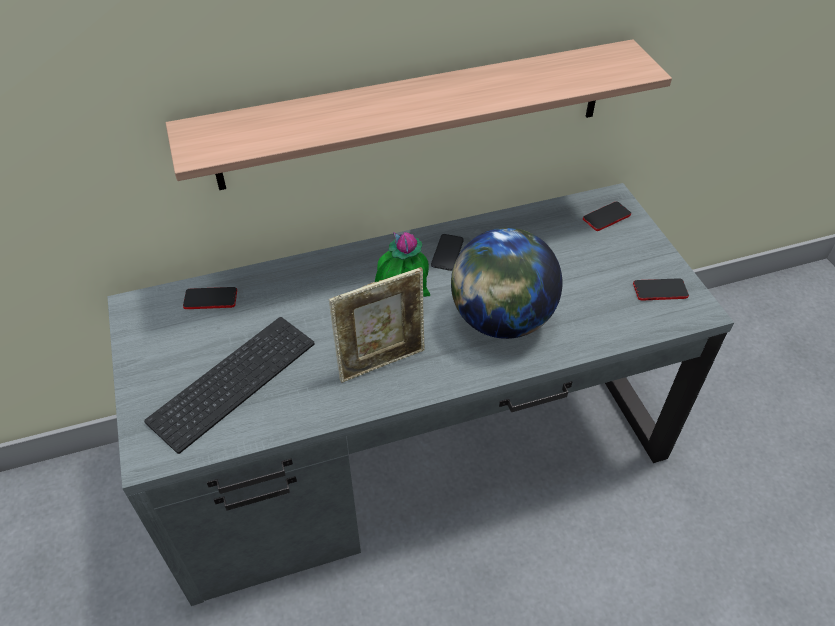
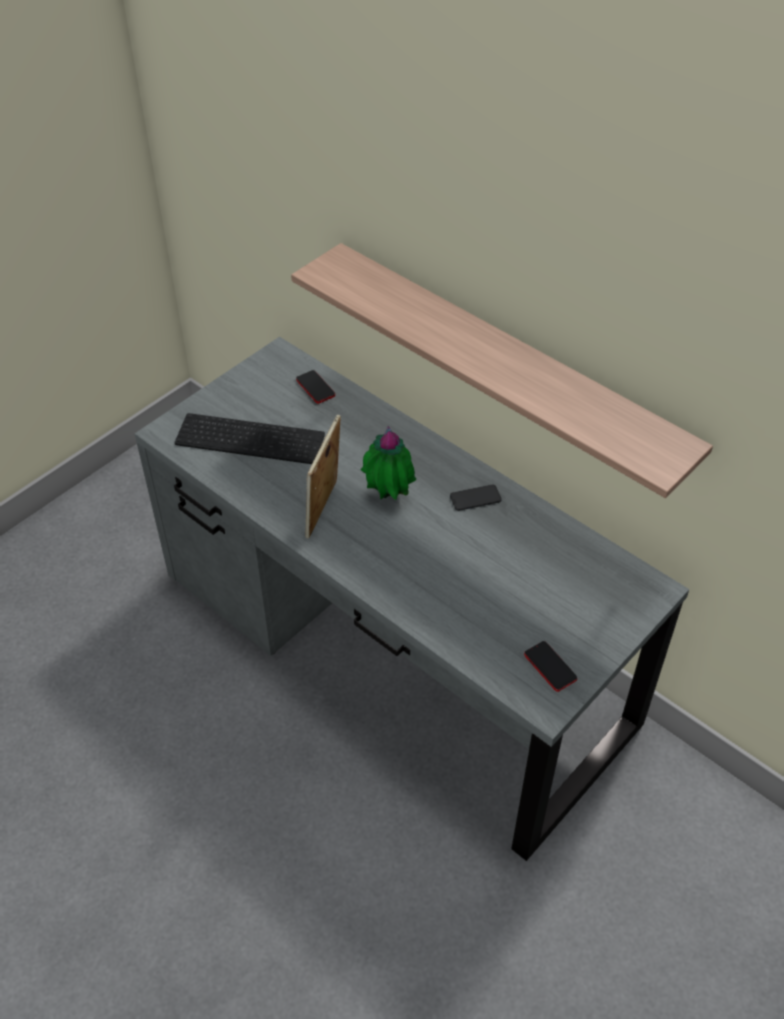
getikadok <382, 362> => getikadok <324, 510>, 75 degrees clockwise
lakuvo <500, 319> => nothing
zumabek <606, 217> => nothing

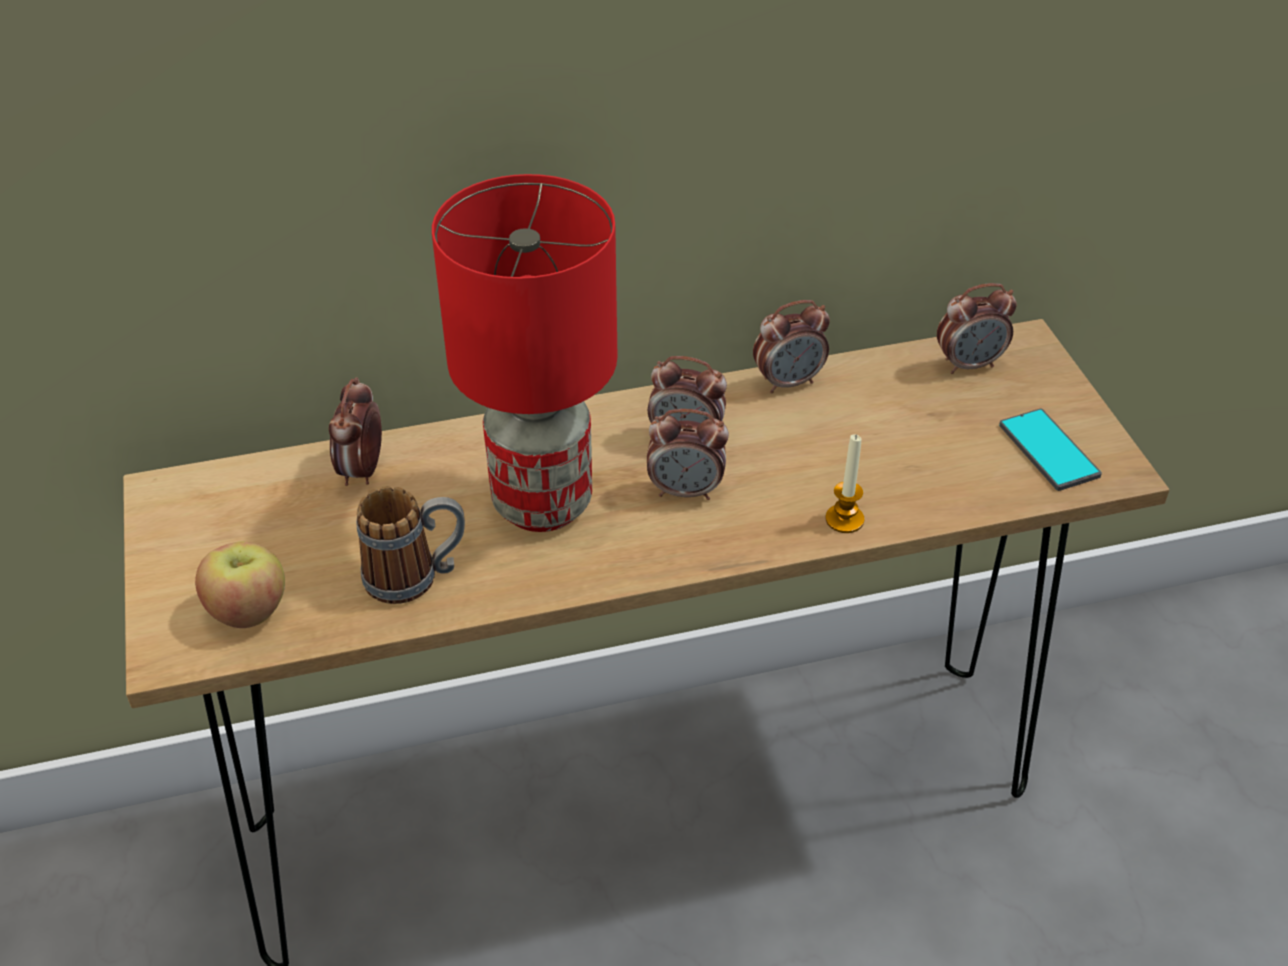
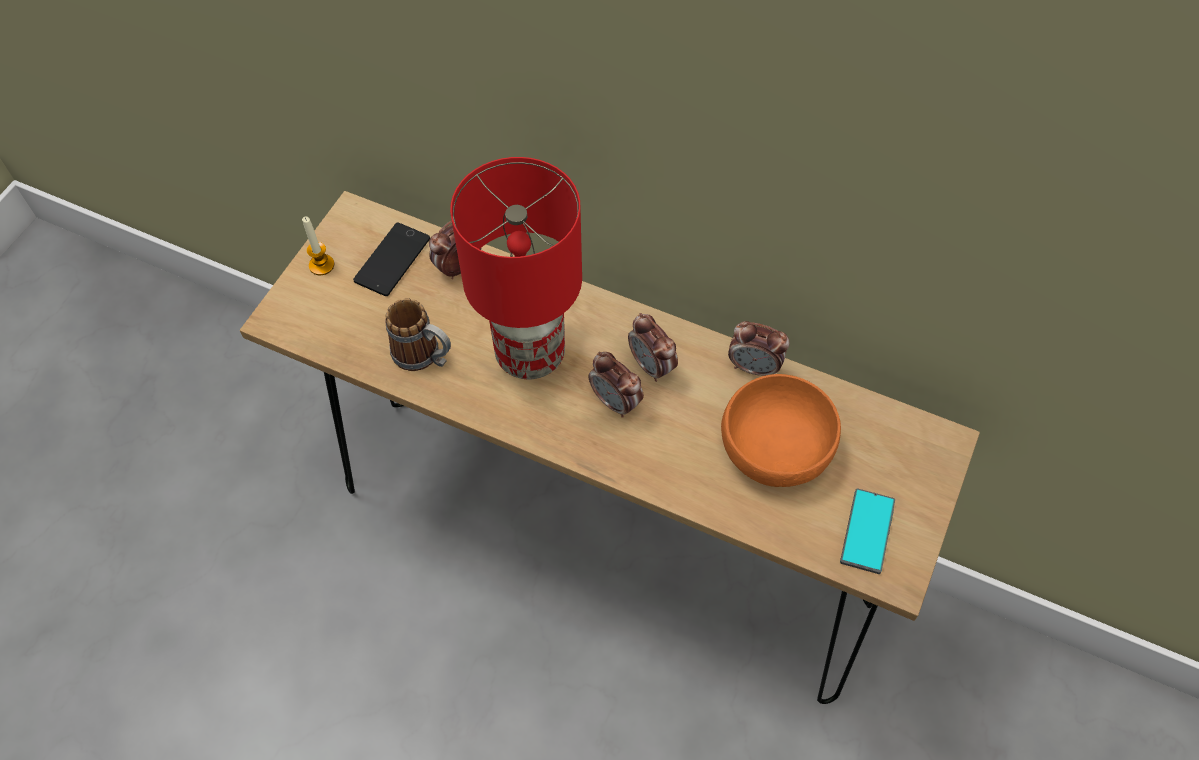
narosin <249, 610> => nothing
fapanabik <844, 519> => fapanabik <321, 265>, relocated
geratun <969, 364> => nothing
nothing => zumabek <392, 260>
nothing => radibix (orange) <776, 446>

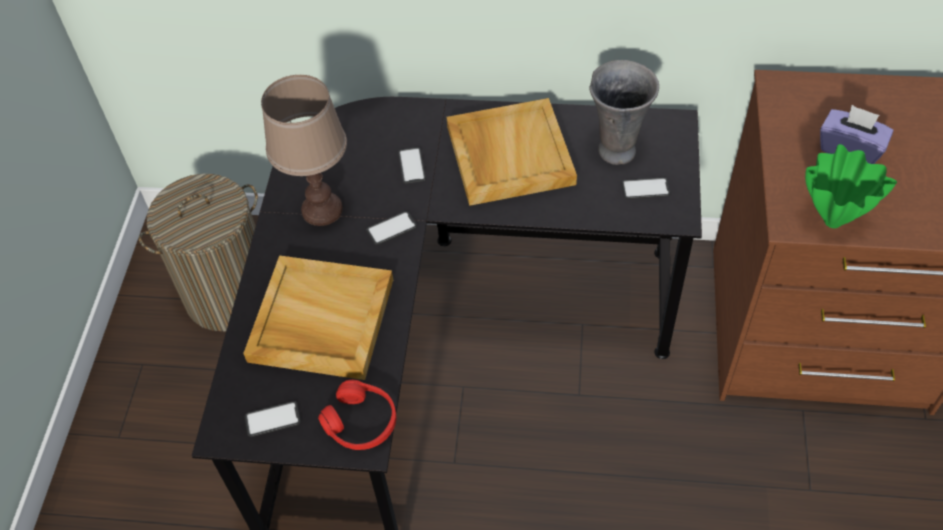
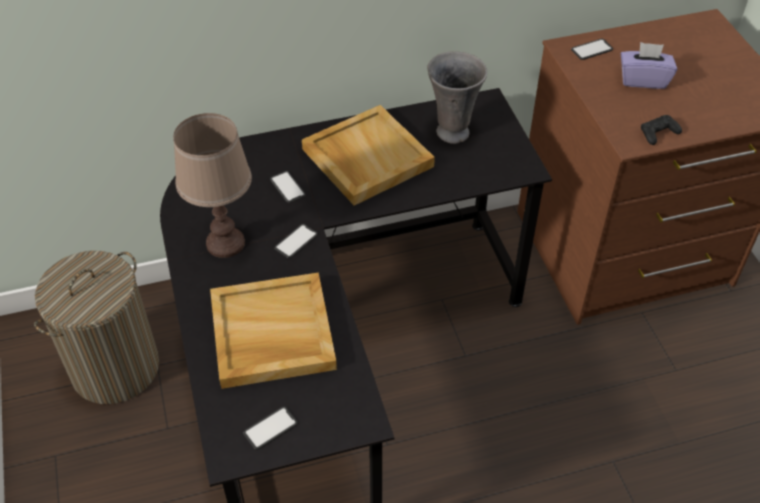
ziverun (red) <361, 422> => nothing
zumabek <645, 189> => zumabek <591, 50>, relocated
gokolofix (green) <831, 221> => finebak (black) <658, 133>

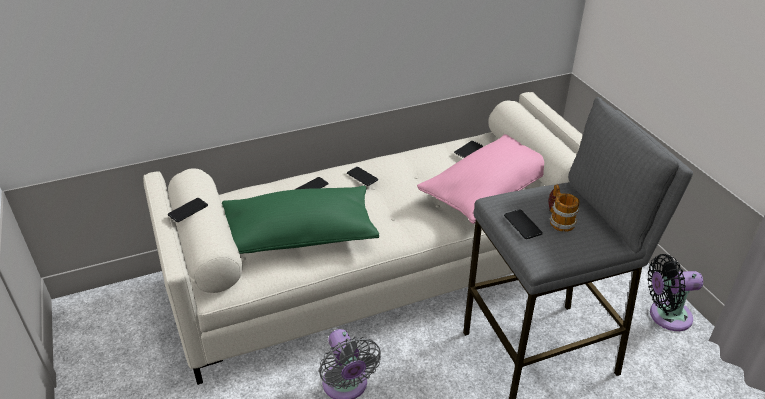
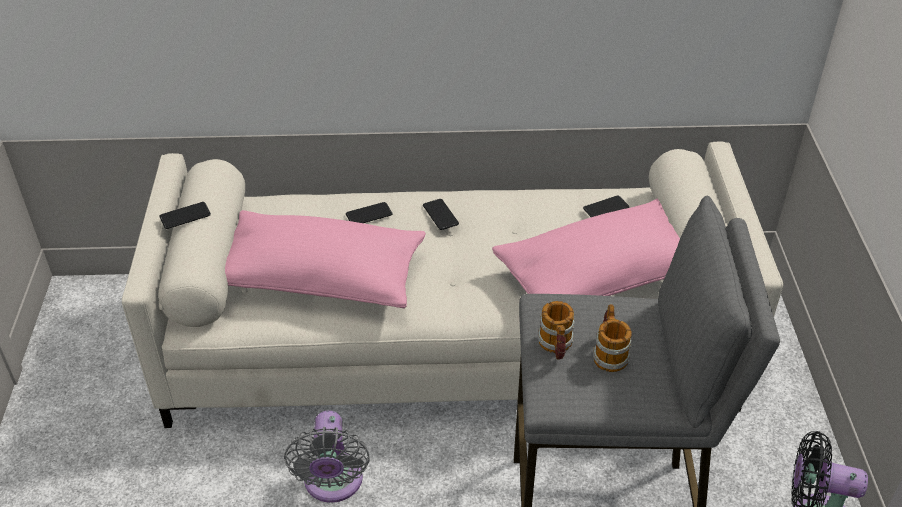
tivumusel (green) <300, 236> => tivumusel (pink) <321, 278>
zumabek <522, 225> => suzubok <556, 346>

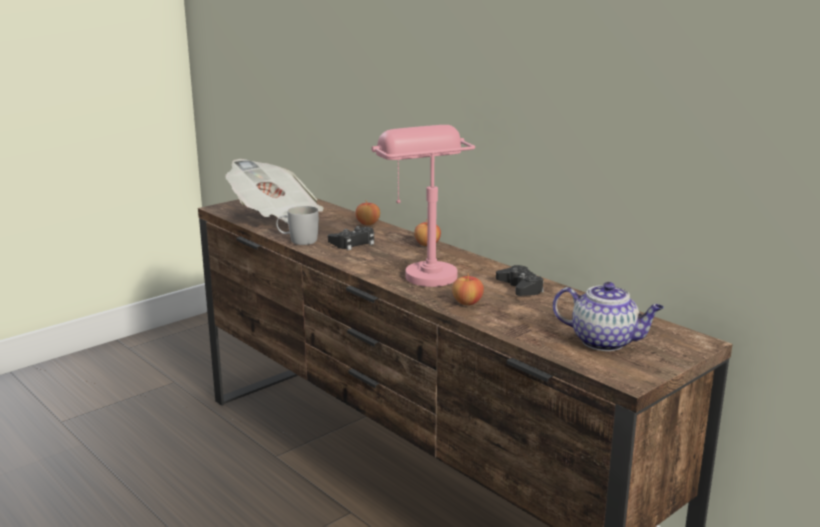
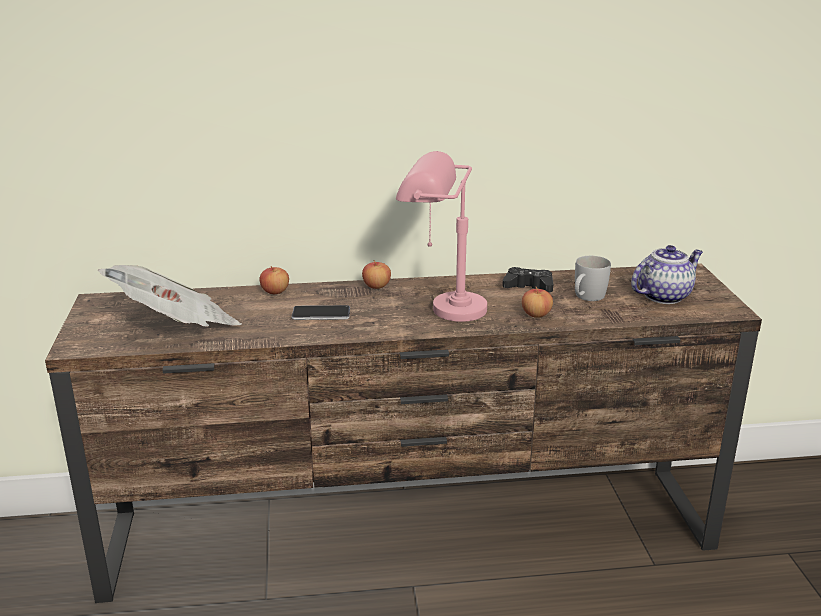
suzubok (white) <298, 241> => suzubok (white) <586, 297>, relocated
finebak (black) <353, 243> => zumabek <321, 314>

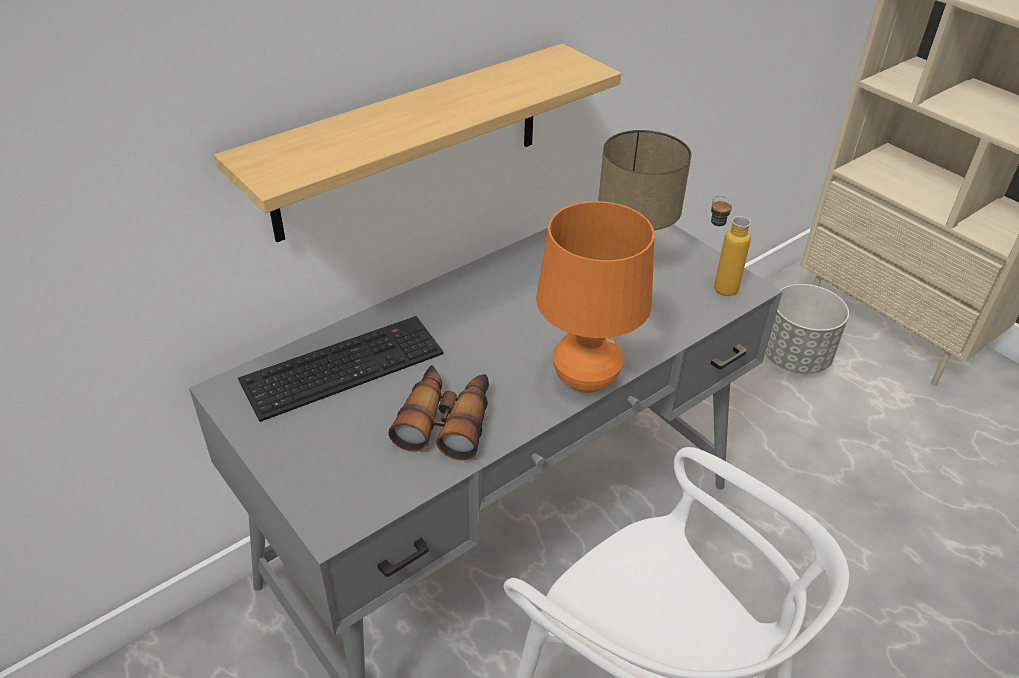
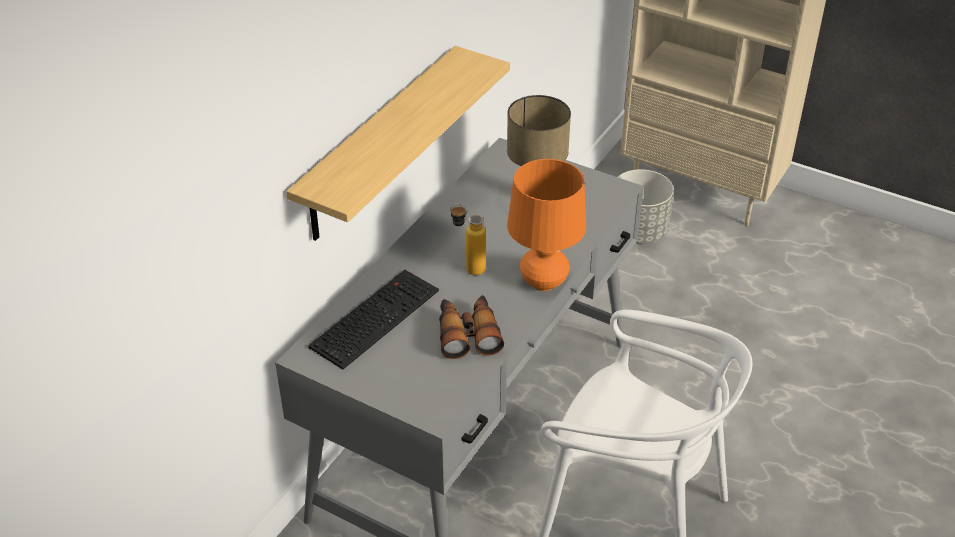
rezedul <716, 285> => rezedul <468, 267>, relocated

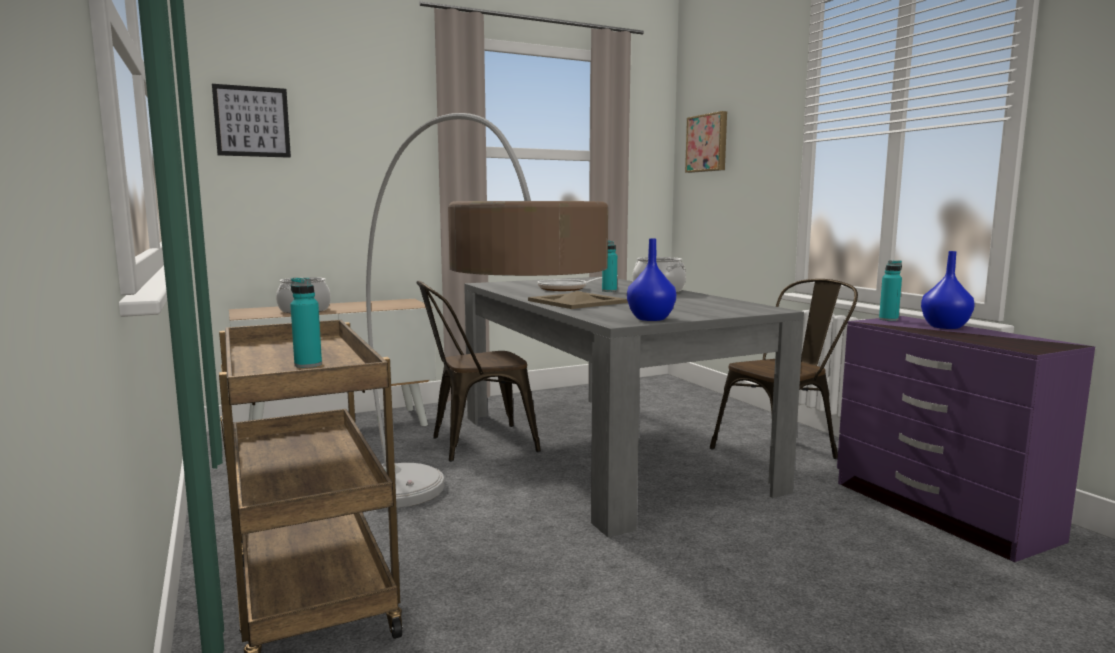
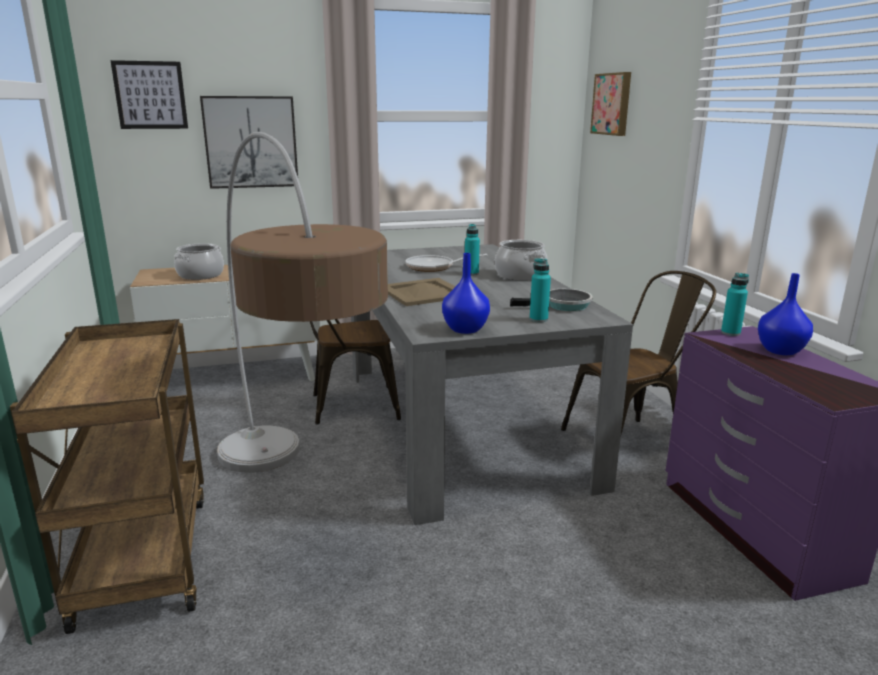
rezedul (turquoise) <308, 365> => rezedul (turquoise) <538, 319>, relocated
nothing => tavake <251, 142>
nothing => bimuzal <563, 306>

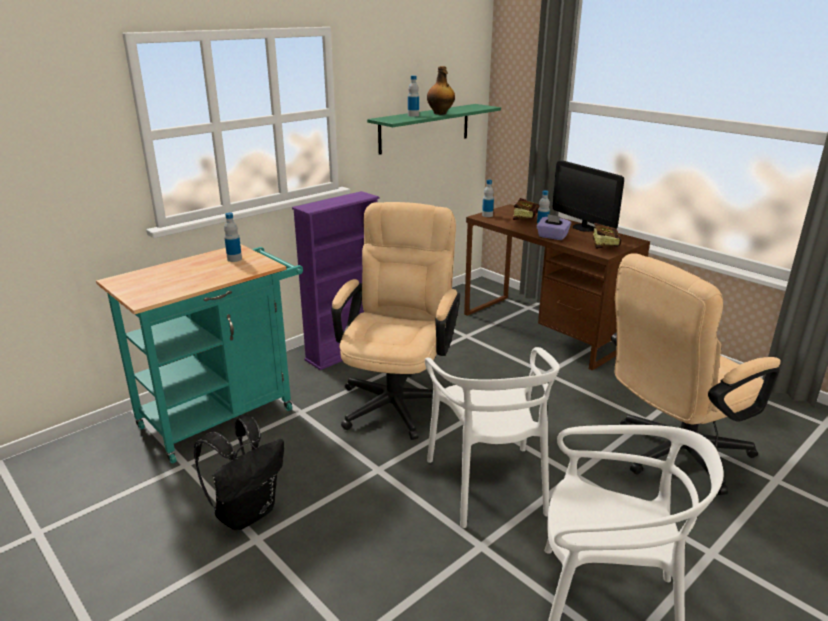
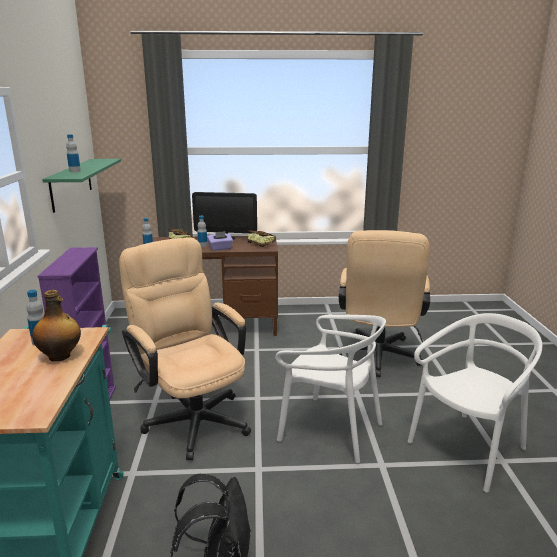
rezedul <440, 113> => rezedul <60, 356>, relocated

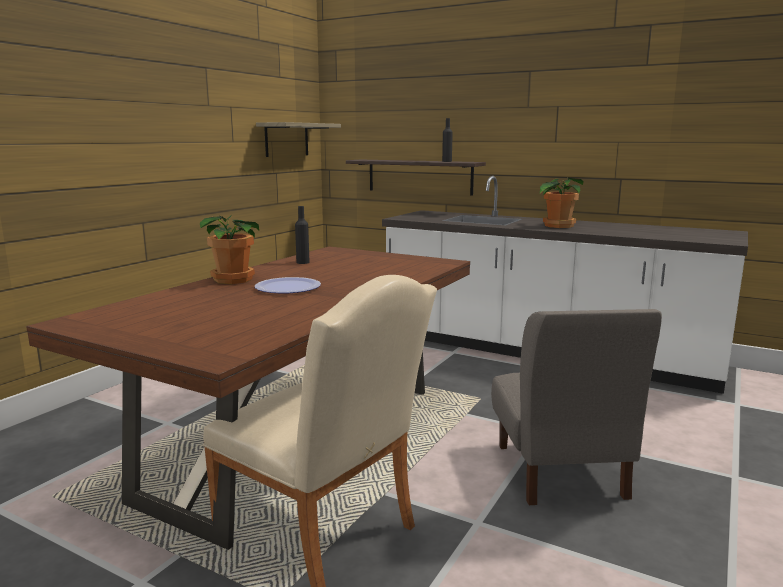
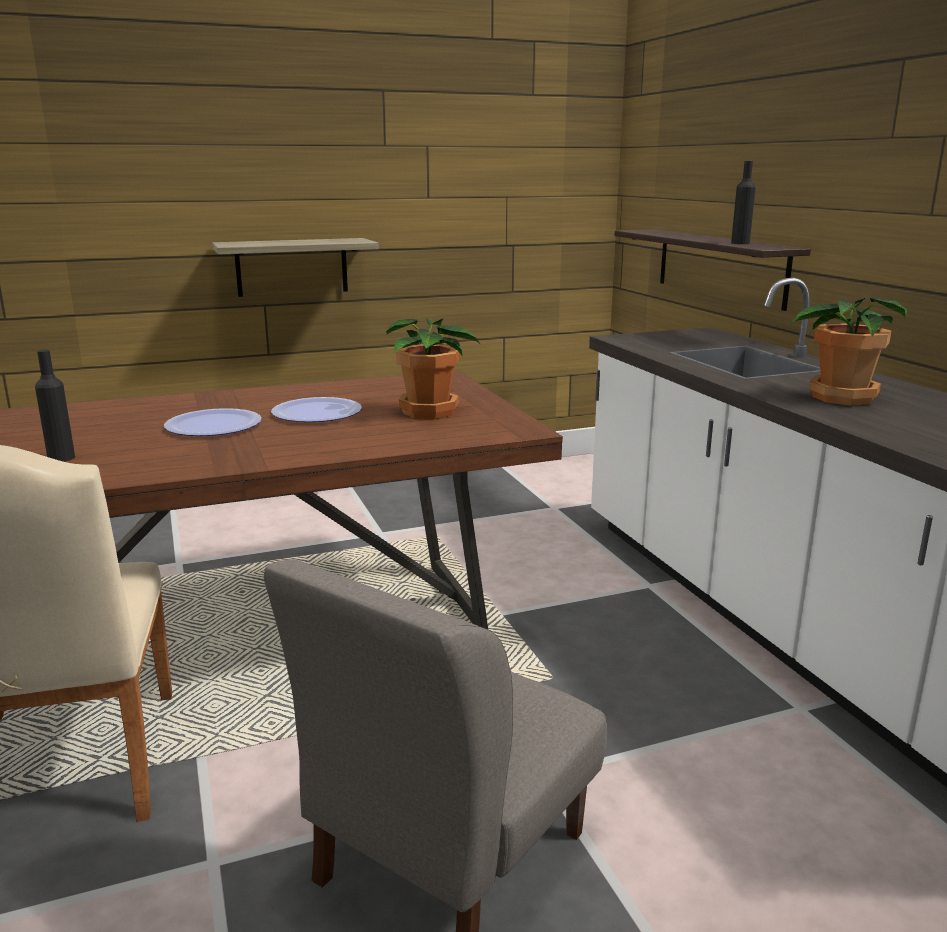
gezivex <235, 279> => gezivex <431, 412>, relocated
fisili <286, 139> => fisili <292, 267>, relocated
rezedul (black) <303, 262> => rezedul (black) <61, 458>, relocated
nothing => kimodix <317, 413>

